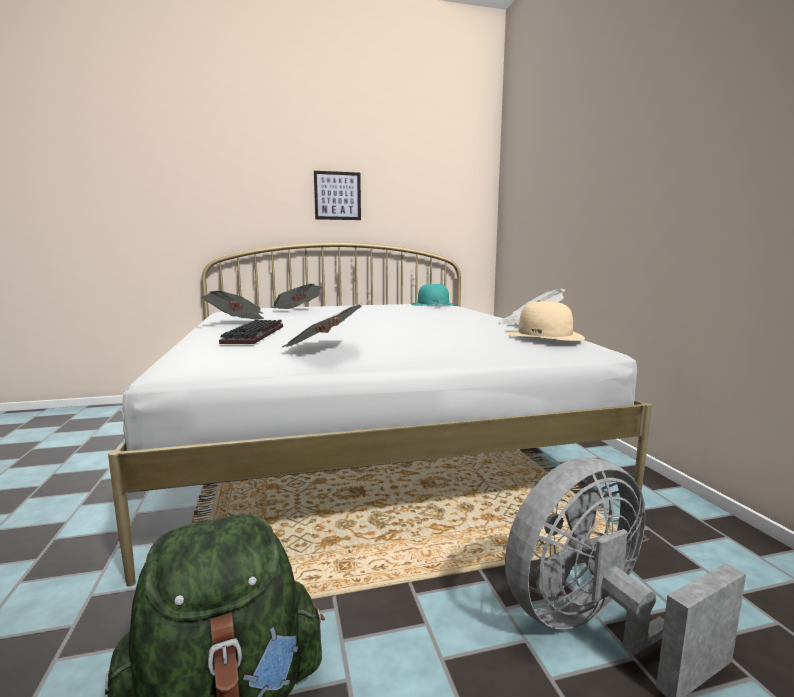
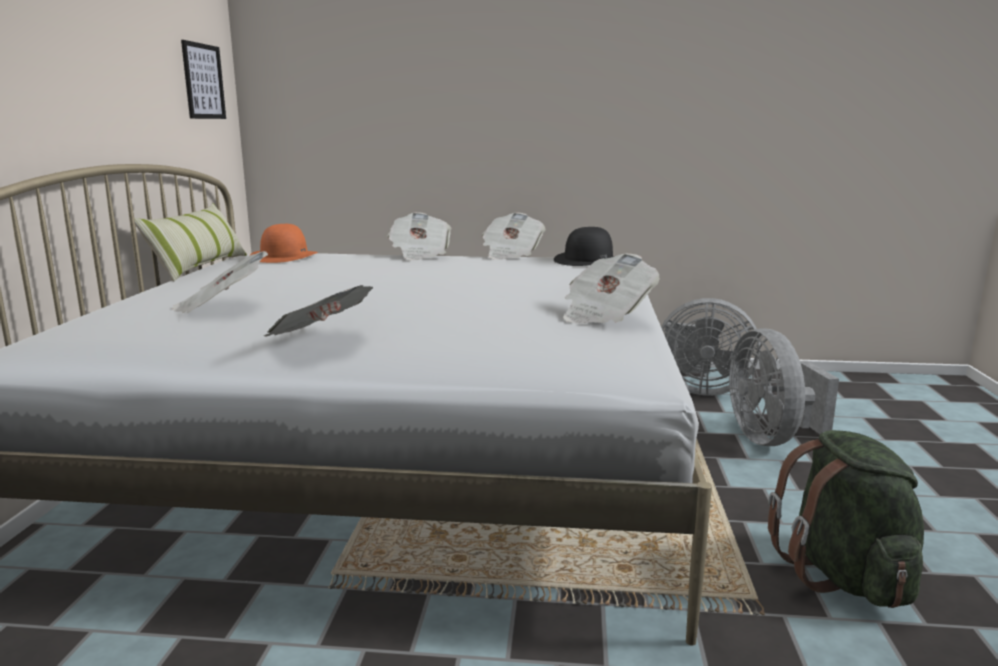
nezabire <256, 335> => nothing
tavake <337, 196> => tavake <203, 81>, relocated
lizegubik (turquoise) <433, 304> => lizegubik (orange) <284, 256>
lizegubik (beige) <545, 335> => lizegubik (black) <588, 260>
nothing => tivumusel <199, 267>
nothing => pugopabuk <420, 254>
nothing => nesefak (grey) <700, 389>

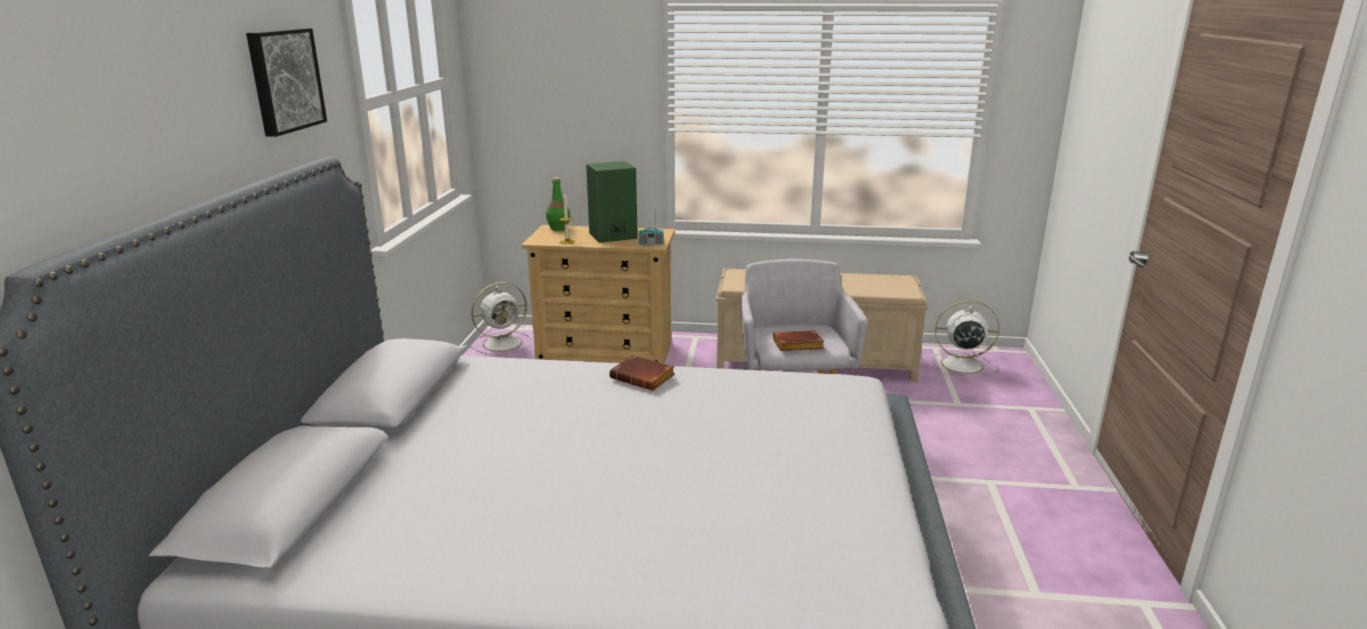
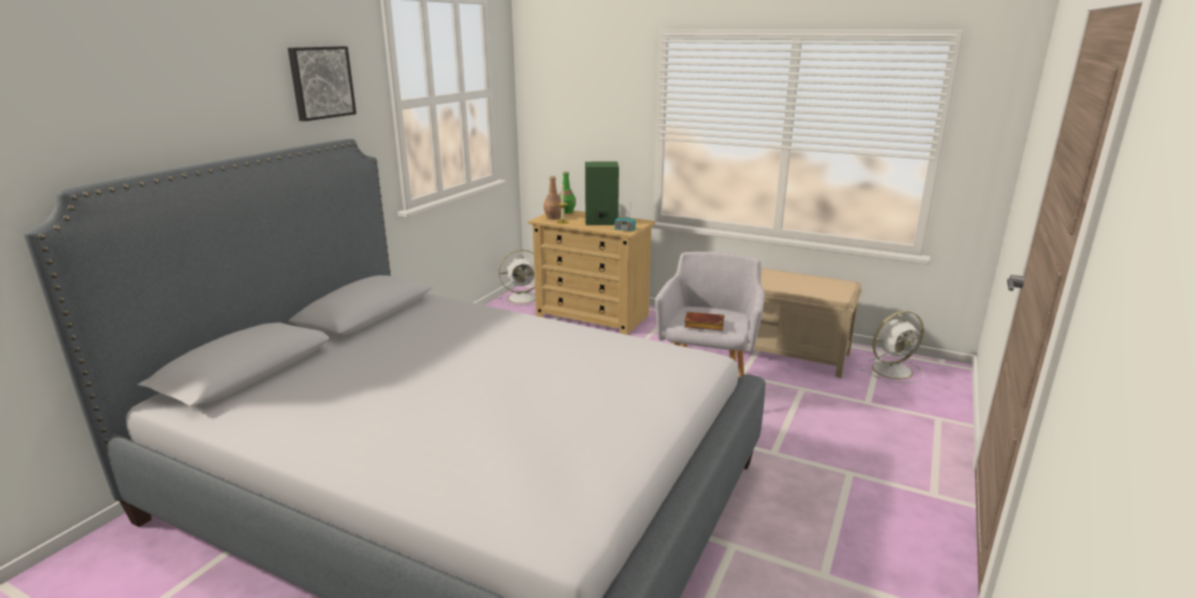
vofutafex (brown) <644, 378> => nothing
nesefak (white) <959, 365> => nesefak (white) <893, 370>, 135 degrees clockwise
nothing => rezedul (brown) <553, 217>

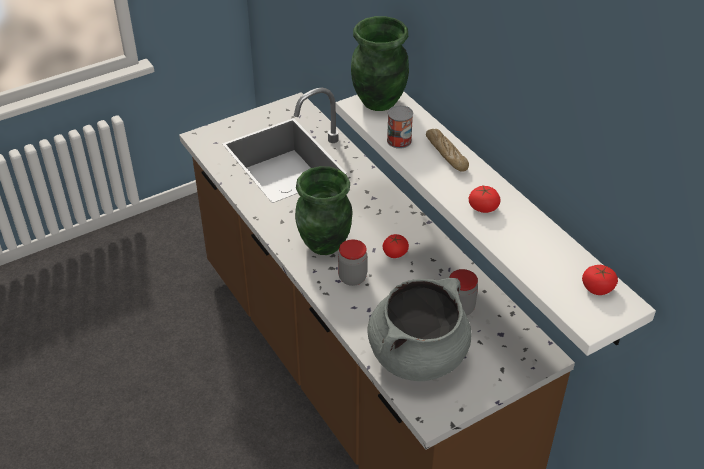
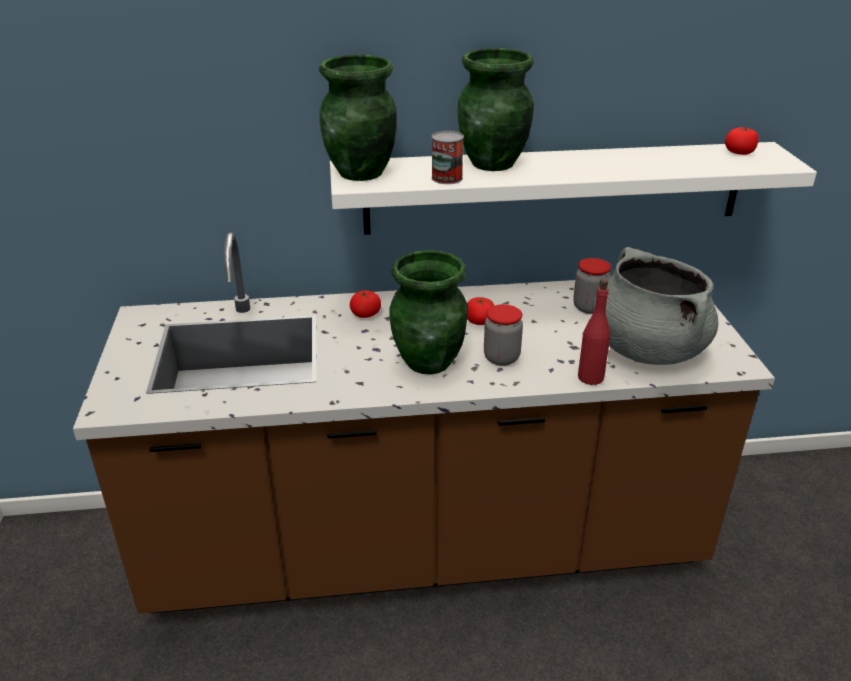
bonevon <446, 154> => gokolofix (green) <493, 163>
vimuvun <483, 207> => vimuvun <365, 314>, relocated
nothing => rezedul (red) <591, 377>

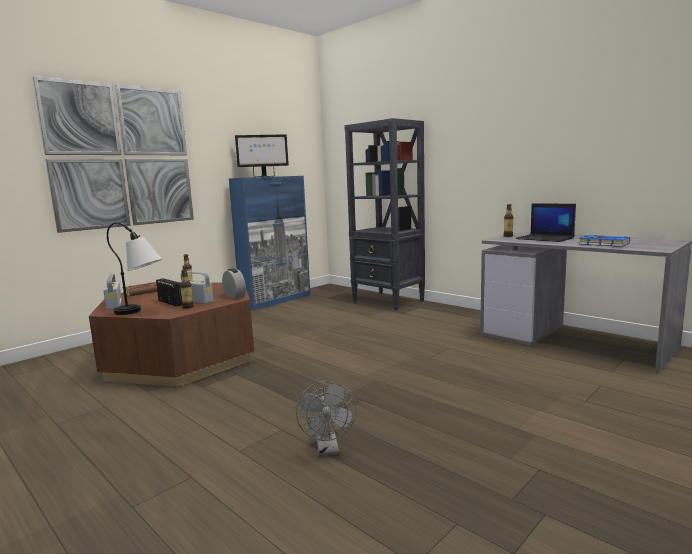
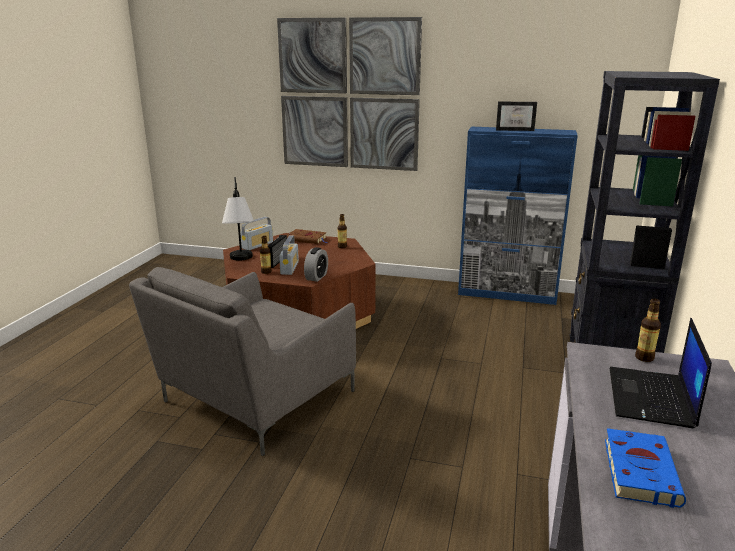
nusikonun <264, 176> => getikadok <515, 130>
nesefak (grey) <328, 450> => nothing
nothing => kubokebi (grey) <254, 399>

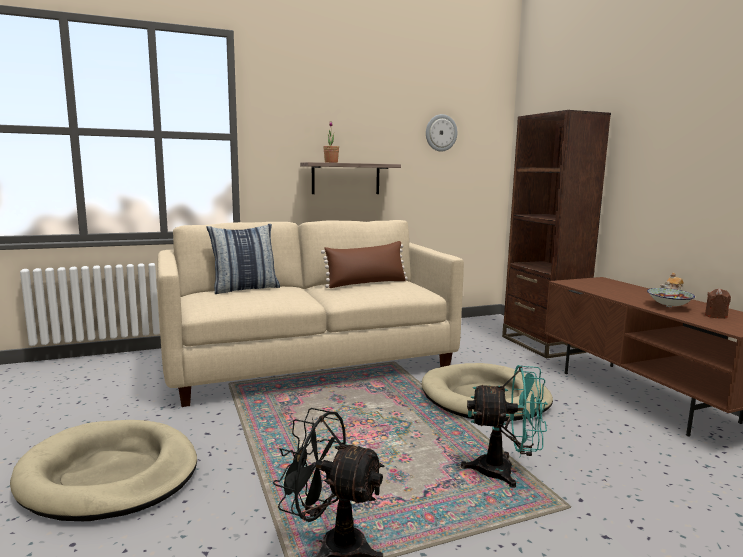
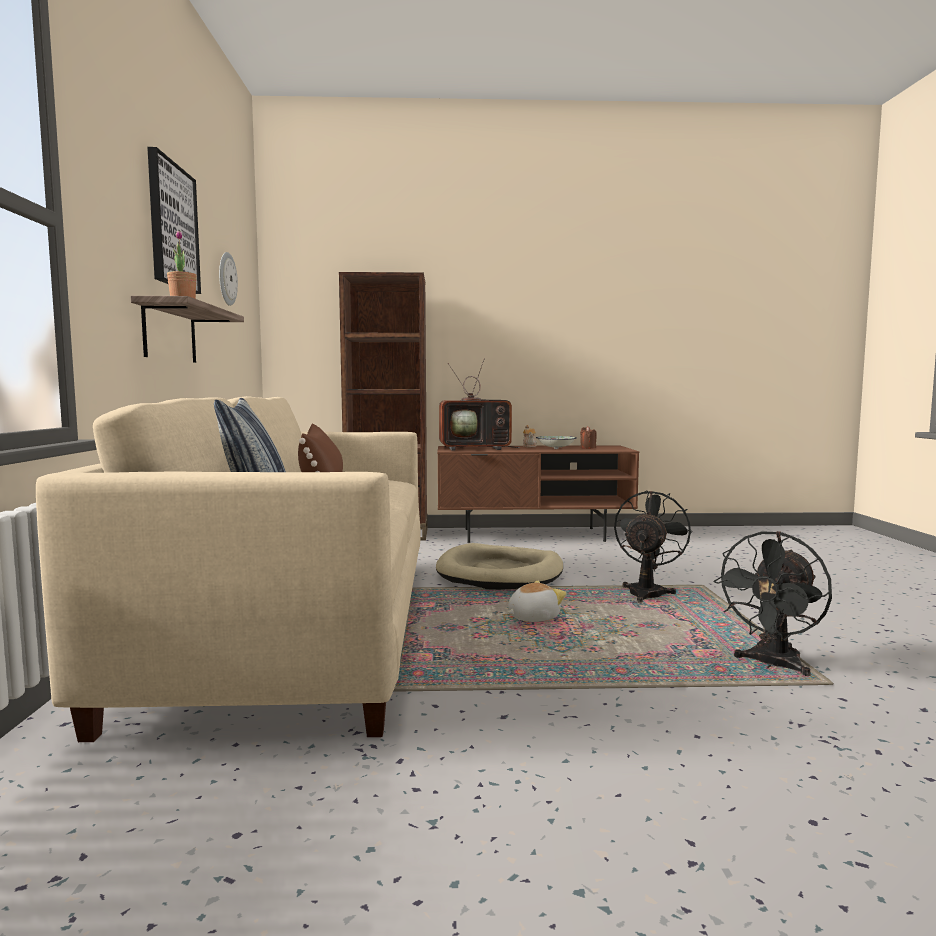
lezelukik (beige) <109, 475> => nothing
nesefak (turquoise) <504, 471> => nesefak (black) <647, 592>
nothing => tavake <172, 226>
nothing => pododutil <476, 448>
nothing => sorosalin <532, 617>

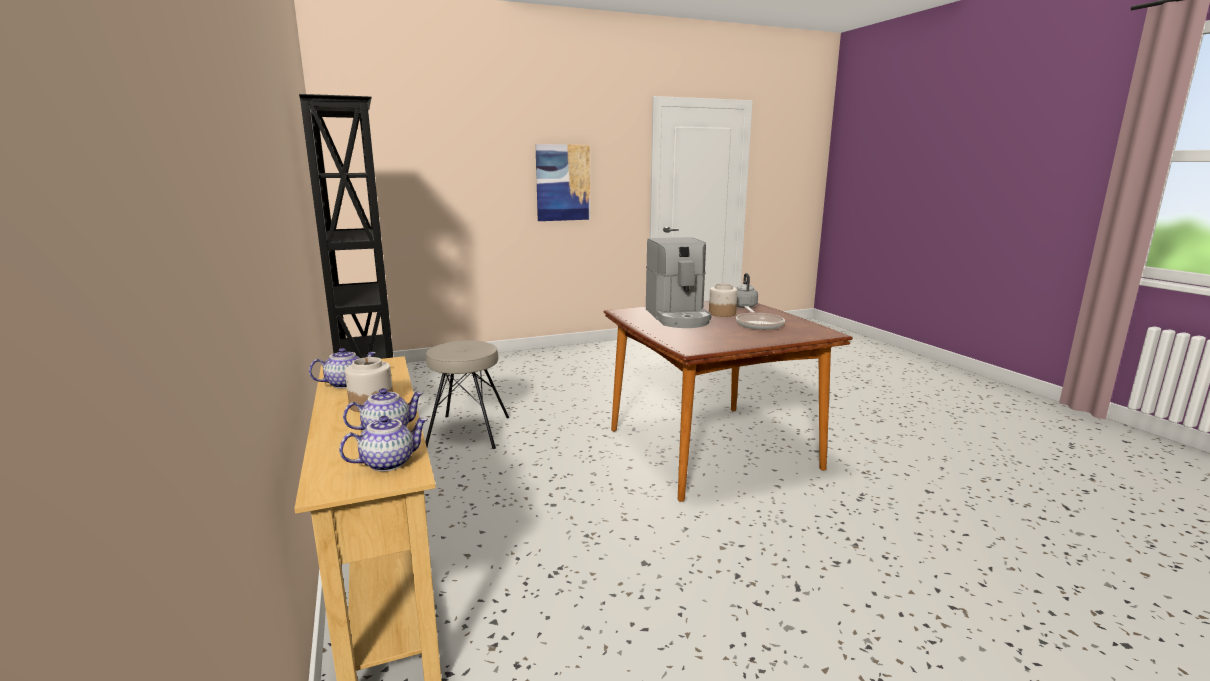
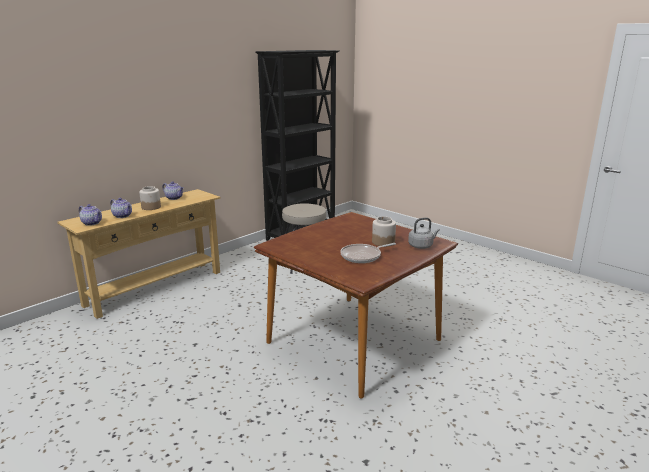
tavake <563, 183> => nothing
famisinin <678, 317> => nothing

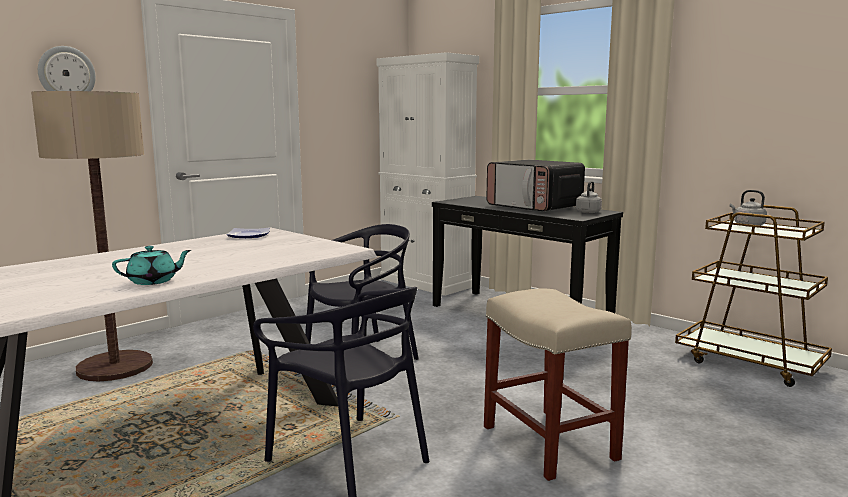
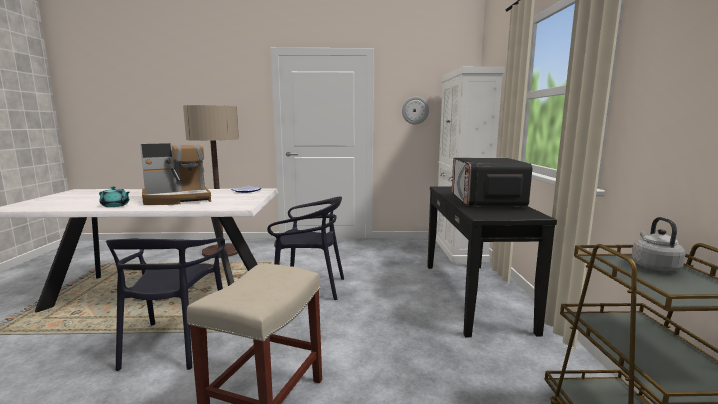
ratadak <66, 73> => ratadak <415, 110>, relocated
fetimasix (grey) <588, 212> => nothing
nothing => famisinin <178, 199>

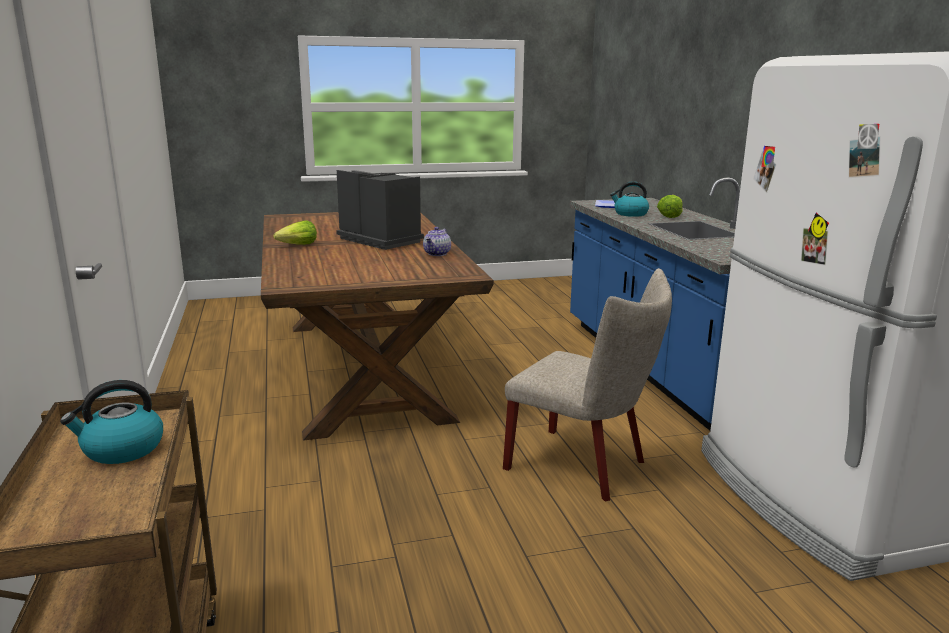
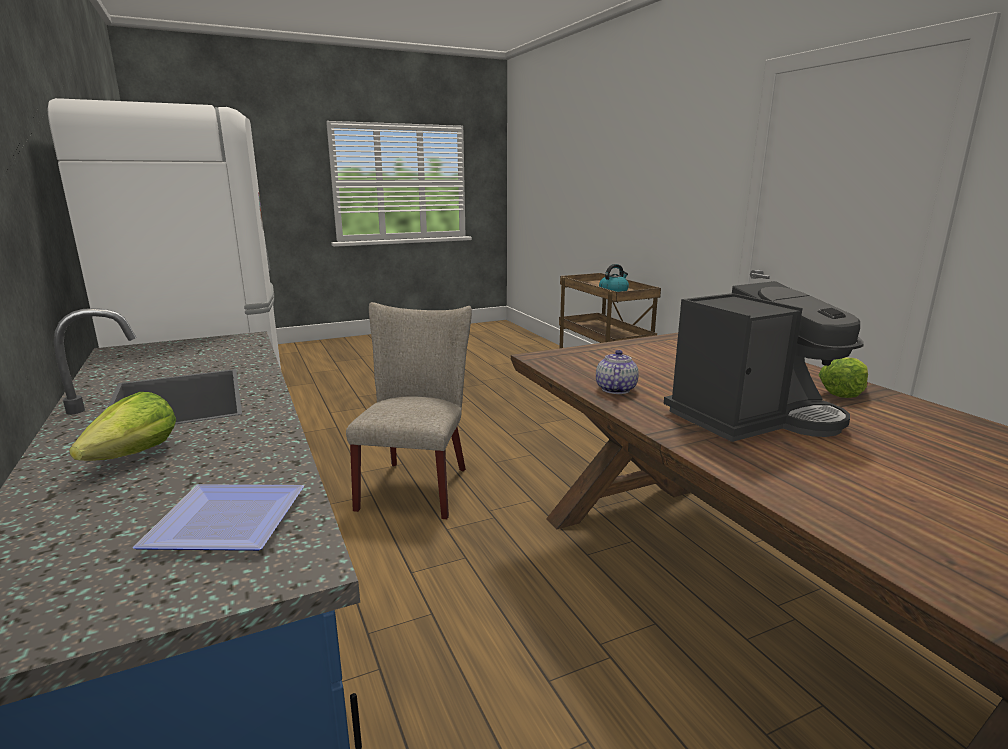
famisinin <381, 240> => famisinin <753, 417>, 60 degrees counterclockwise
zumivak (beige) <584, 466> => zumivak (beige) <417, 484>, 75 degrees clockwise
fetimasix <630, 214> => nothing

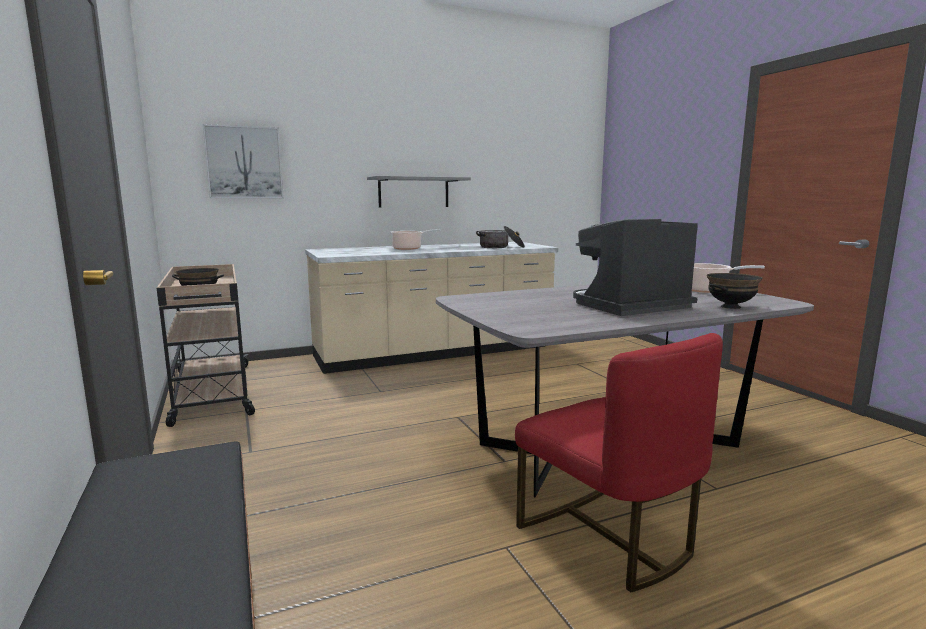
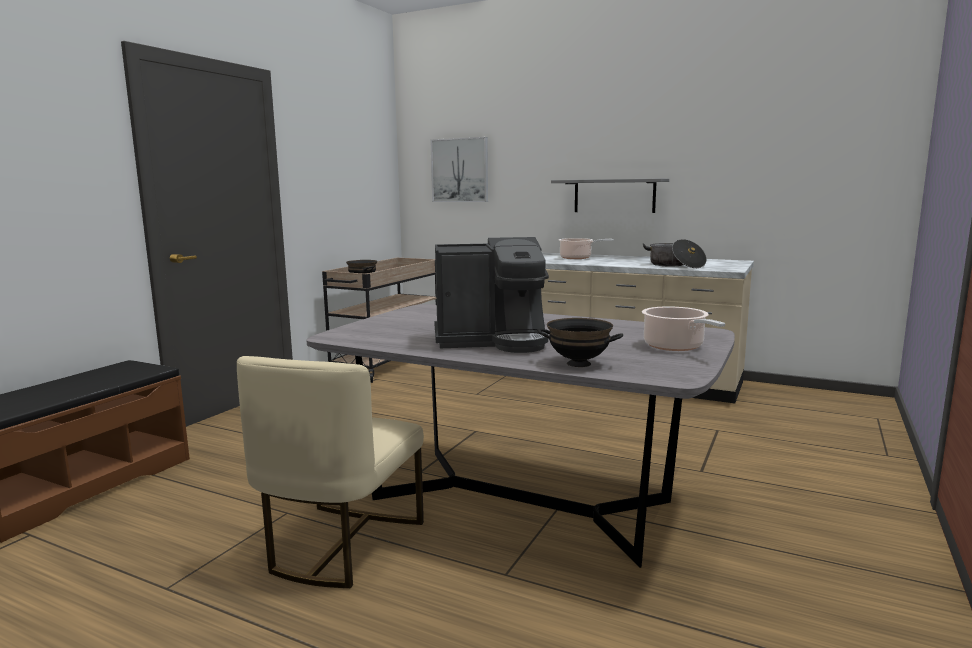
zumivak (red) <608, 538> => zumivak (beige) <341, 545>
famisinin <630, 307> => famisinin <493, 341>, 150 degrees clockwise

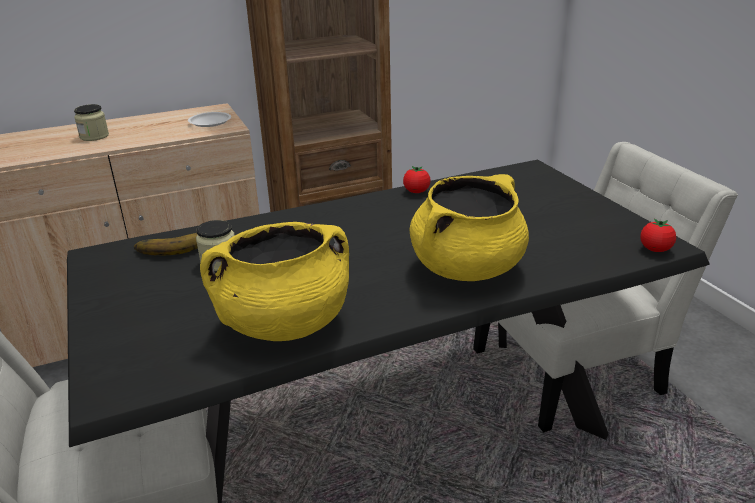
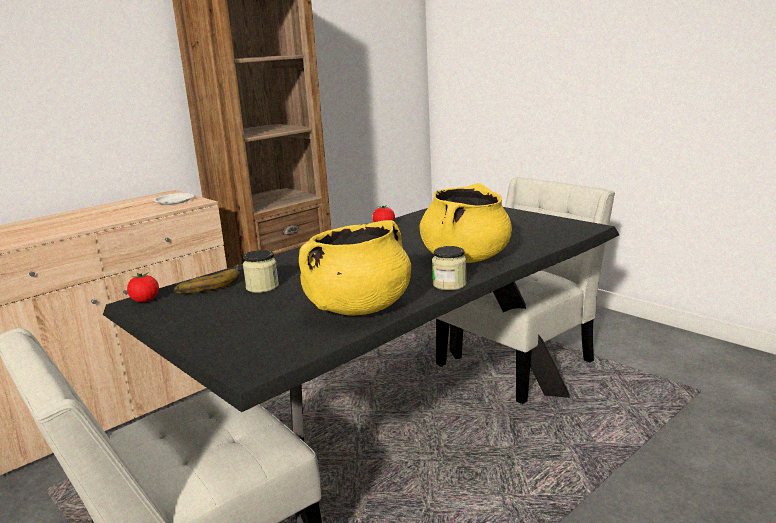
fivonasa <94, 136> => fivonasa <449, 284>, relocated
vimuvun <655, 249> => vimuvun <145, 300>, relocated

